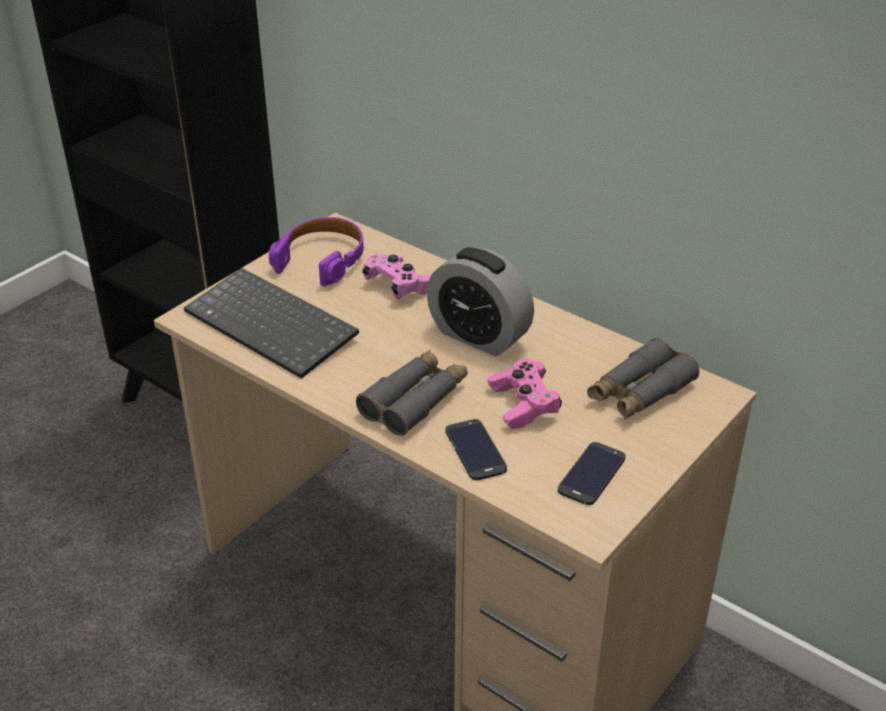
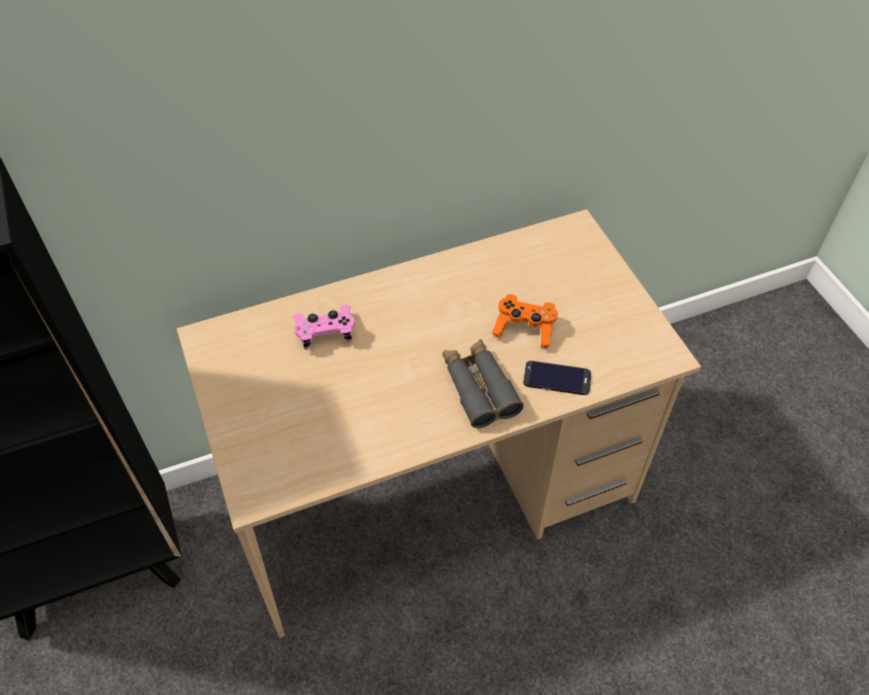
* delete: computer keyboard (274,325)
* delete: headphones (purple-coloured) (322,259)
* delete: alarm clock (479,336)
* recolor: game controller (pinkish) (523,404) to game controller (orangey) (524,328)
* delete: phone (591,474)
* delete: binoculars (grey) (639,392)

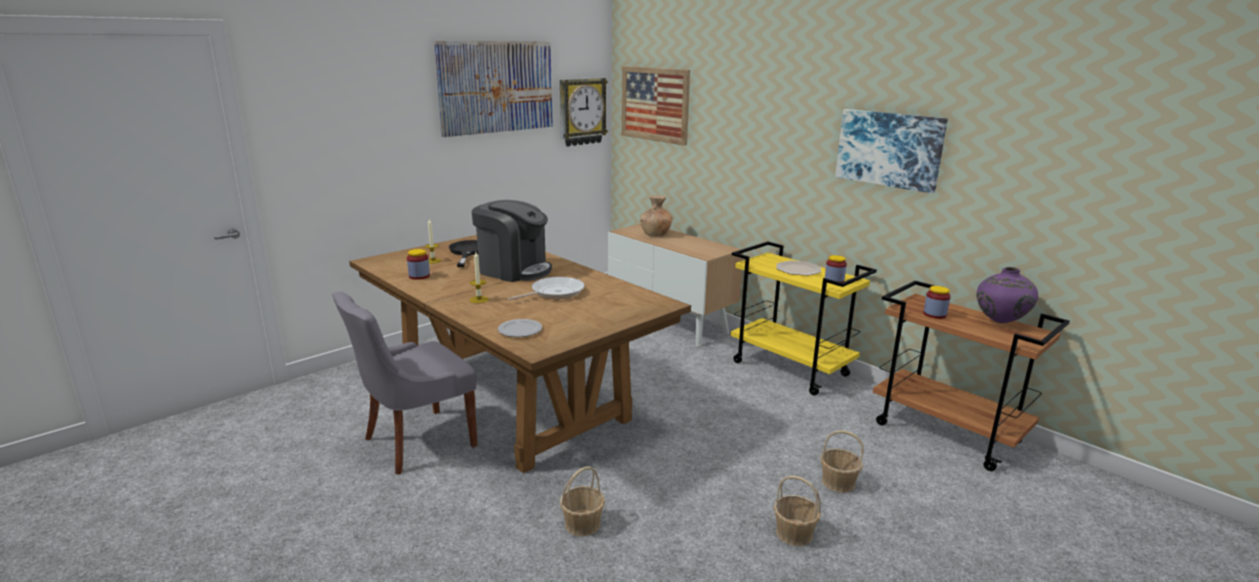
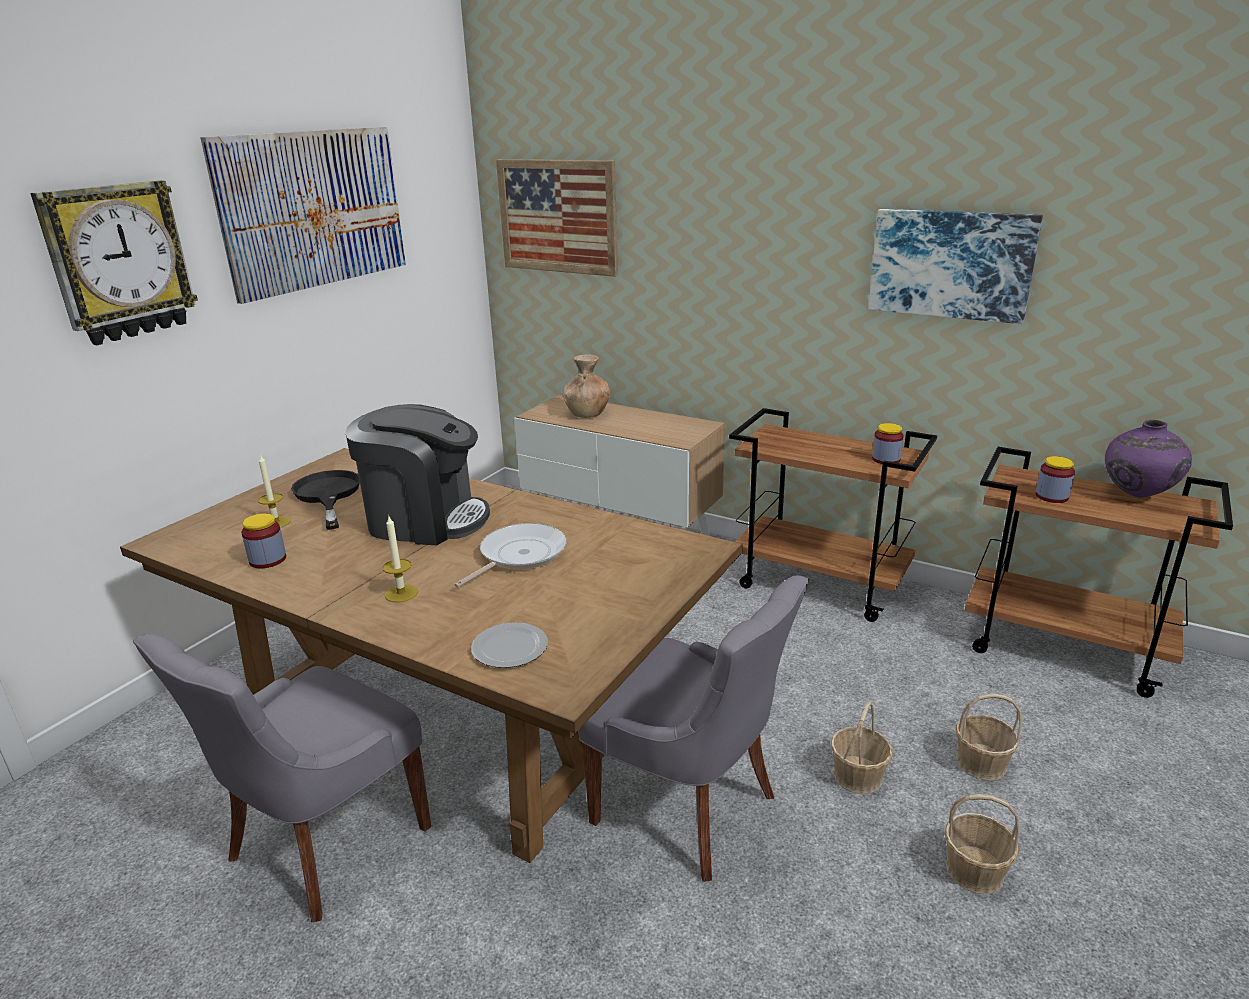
* move: hanging clock (582,111) to (119,262)
* move: basket (583,524) to (858,776)
* recolor: trolley (yellow) (791,369) to trolley (brownish) (821,584)
* delete: dinner plate (798,269)
* insert: plain chair (grey) (689,809)

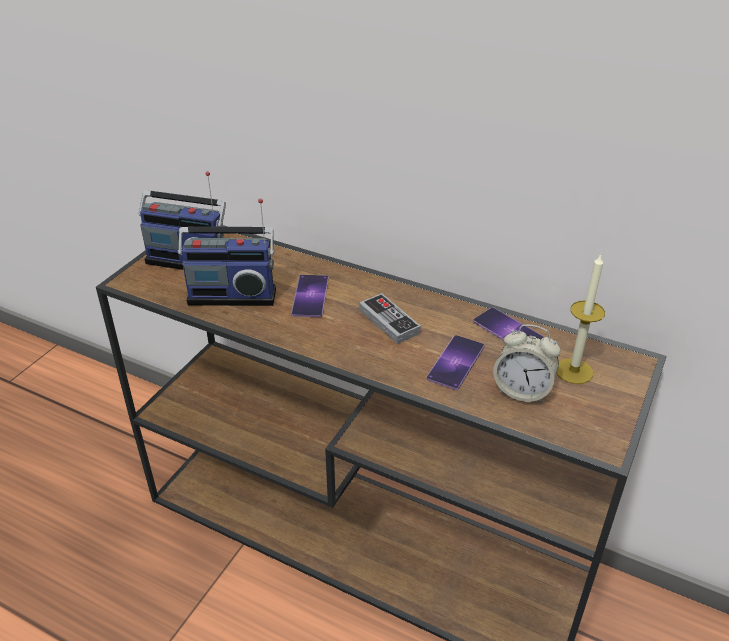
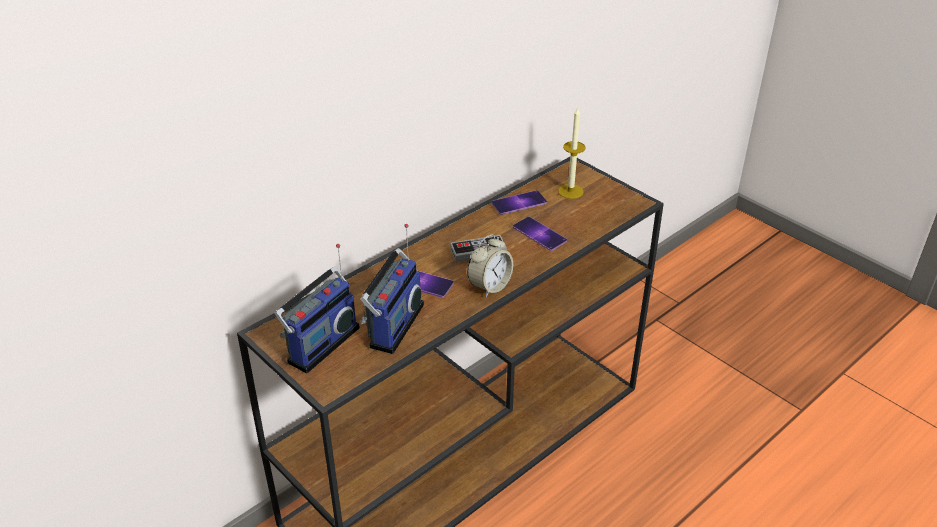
* move: alarm clock (522,391) to (490,286)

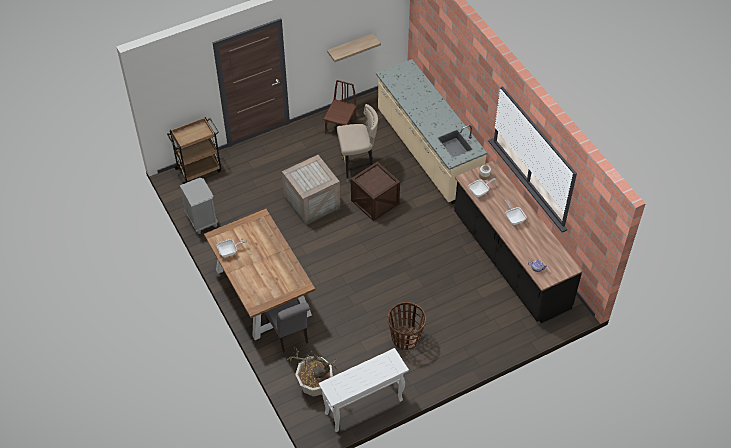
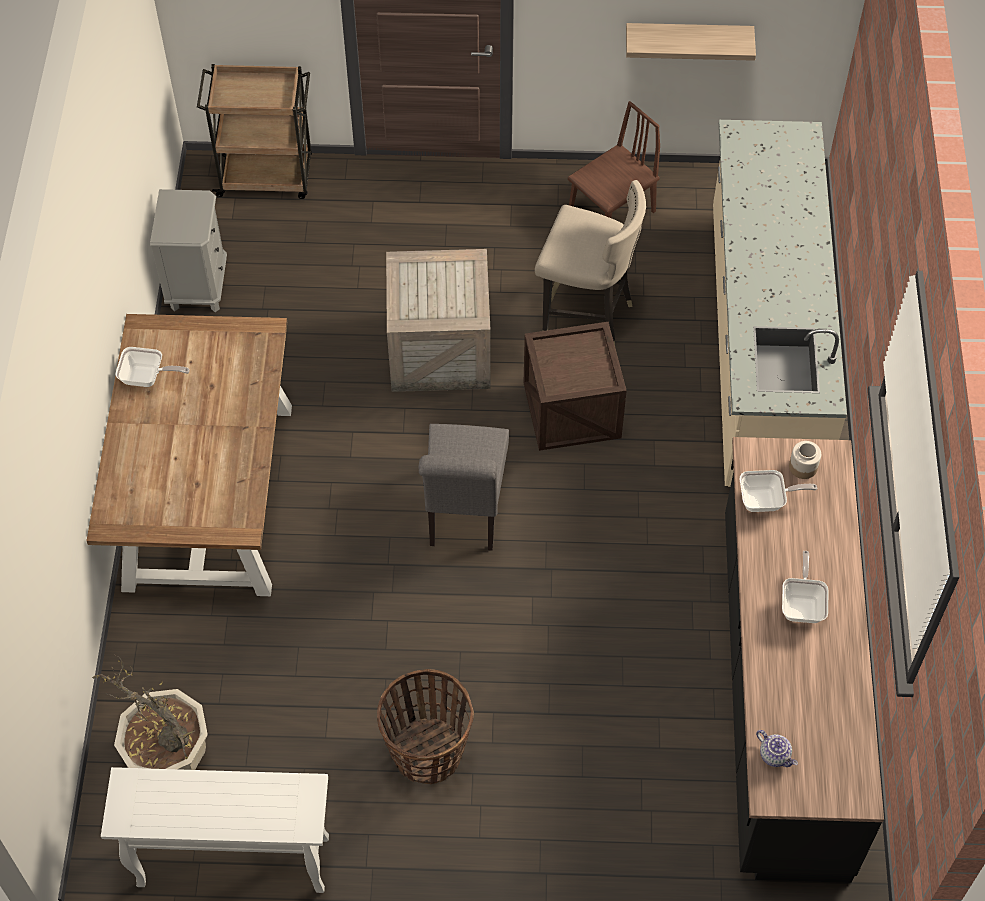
* move: plain chair (grey) (289,334) to (464,514)

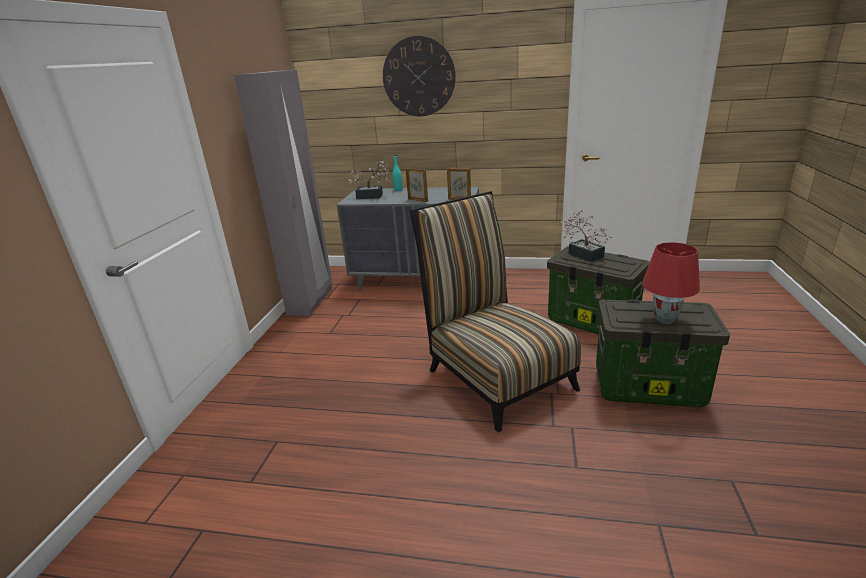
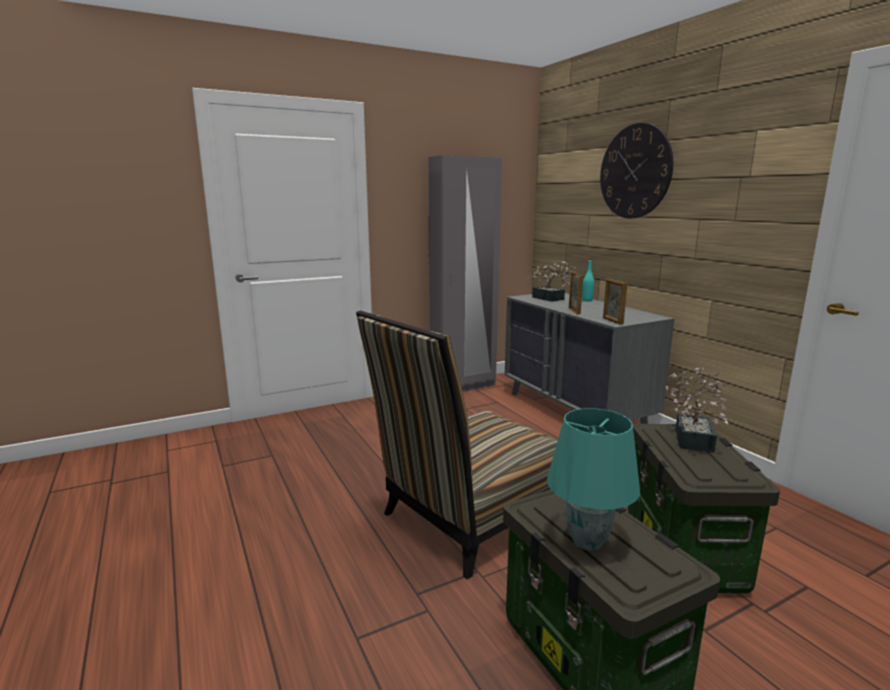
* rotate: plain chair (495,374) = (468,519) 150 degrees counterclockwise
* recolor: tabletop lamp (red-coloured) (665,319) to tabletop lamp (turquoise) (588,542)

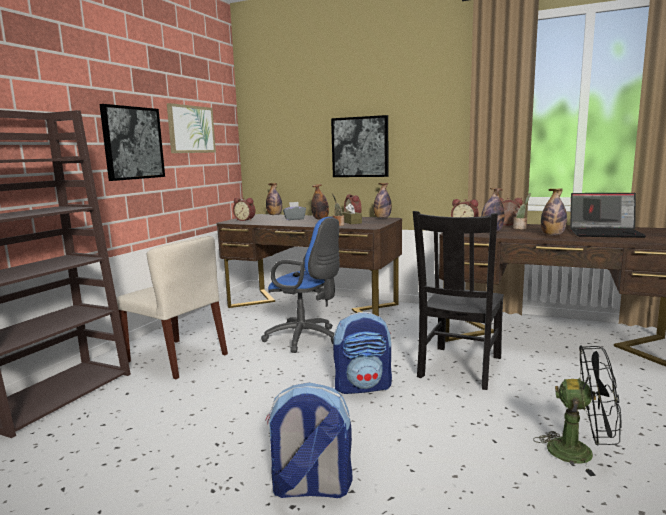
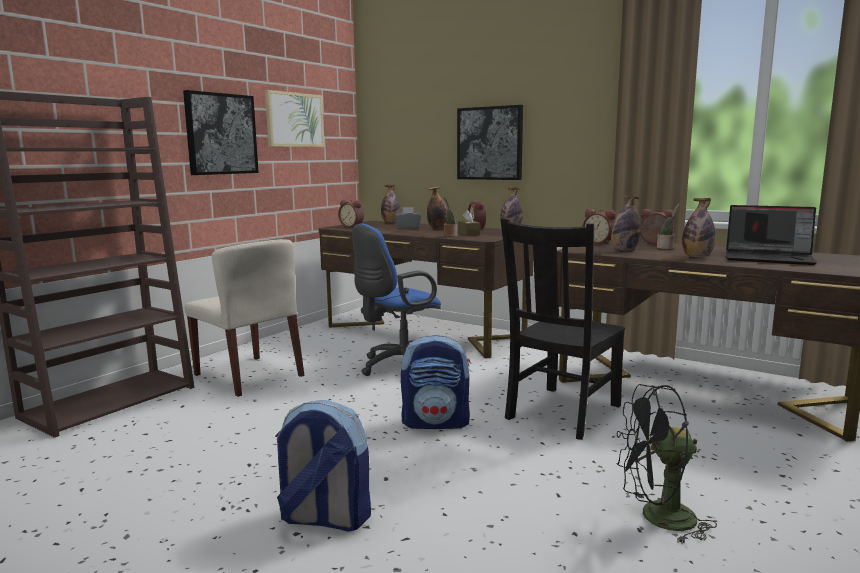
* rotate: computer chair (blue) (306,339) = (398,367) 105 degrees clockwise
* rotate: cooling fan (black) (580,452) = (657,518) 150 degrees clockwise

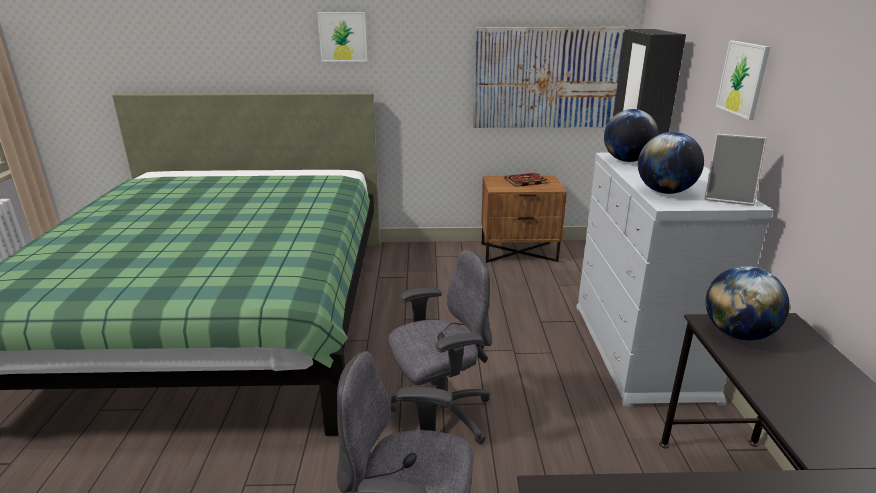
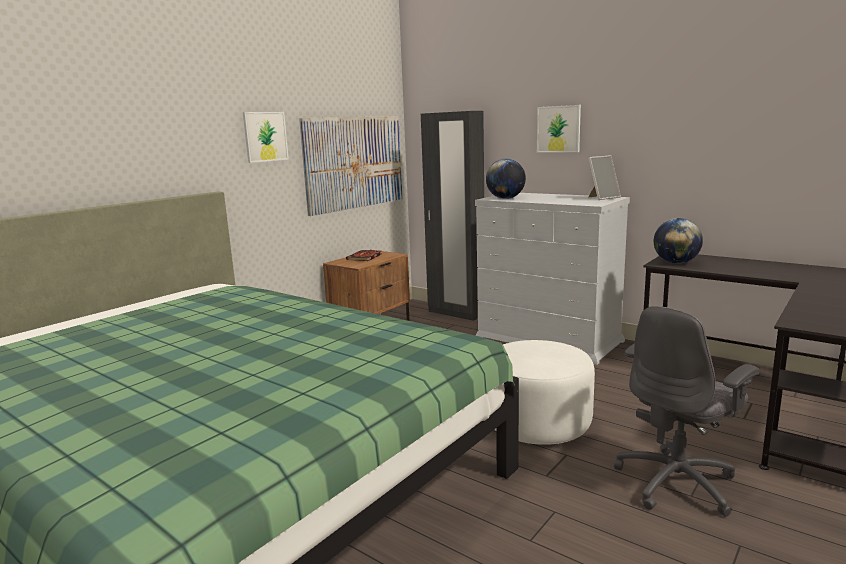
* move: wall art (343,37) to (265,136)
* replace: computer chair (grey) (440,415) to pouffe (whitish) (538,423)
* delete: globe (665,192)

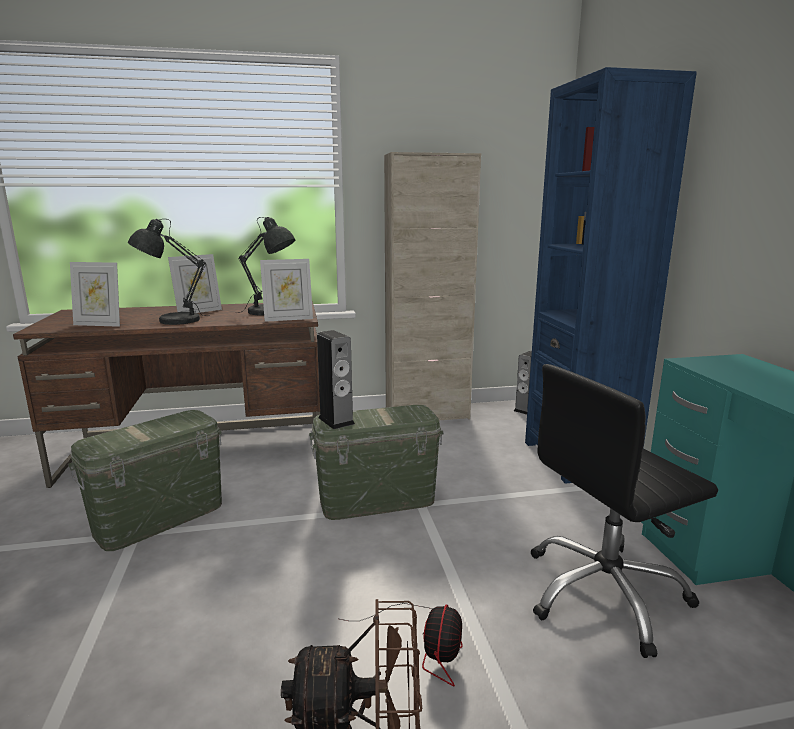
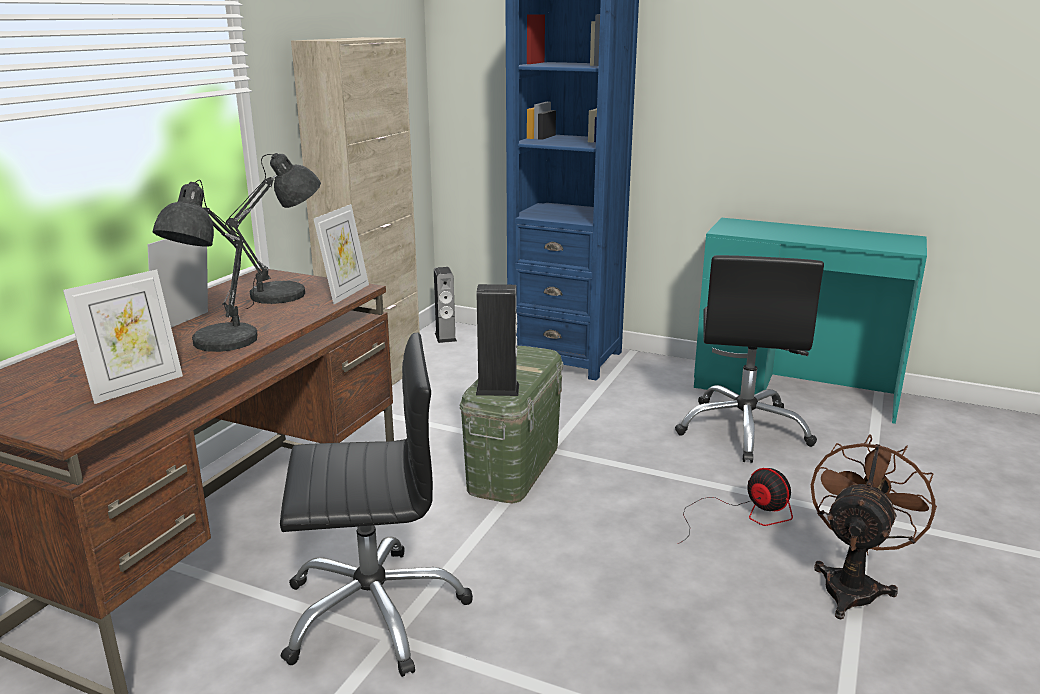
* replace: storage container (green-coloured) (159,518) to computer chair (black) (373,611)
* rotate: picture frame (198,311) = (186,324) 150 degrees counterclockwise

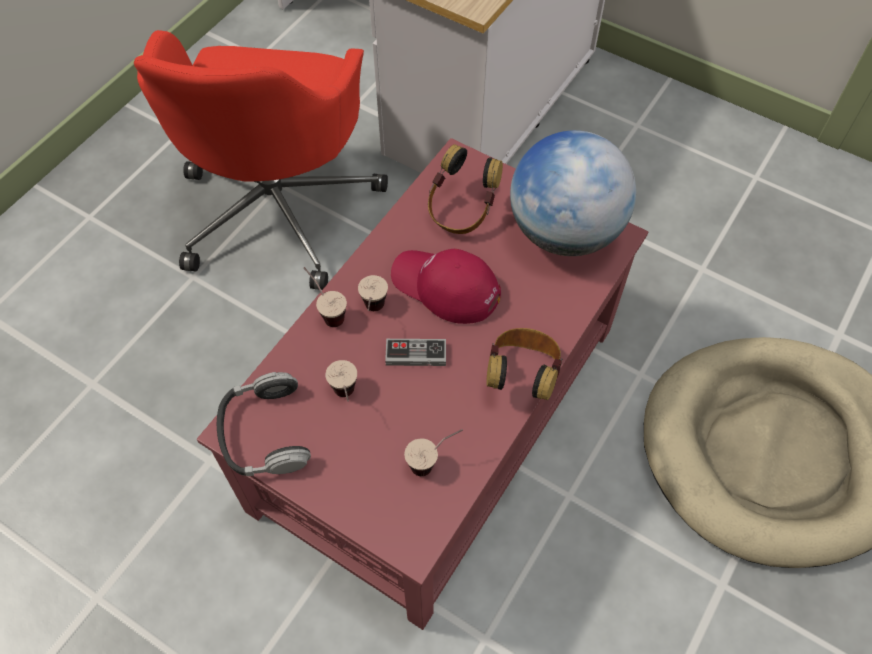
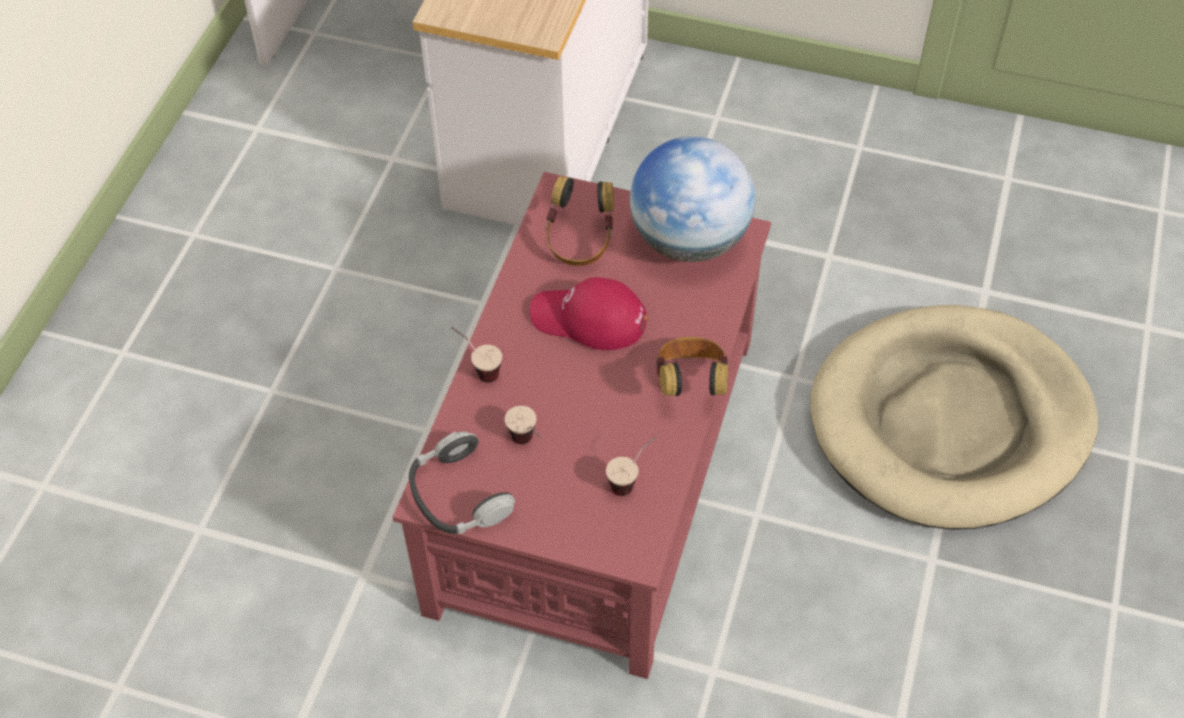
* delete: computer chair (red-coloured) (279,207)
* delete: small cup (373,313)
* delete: game controller (416,354)

